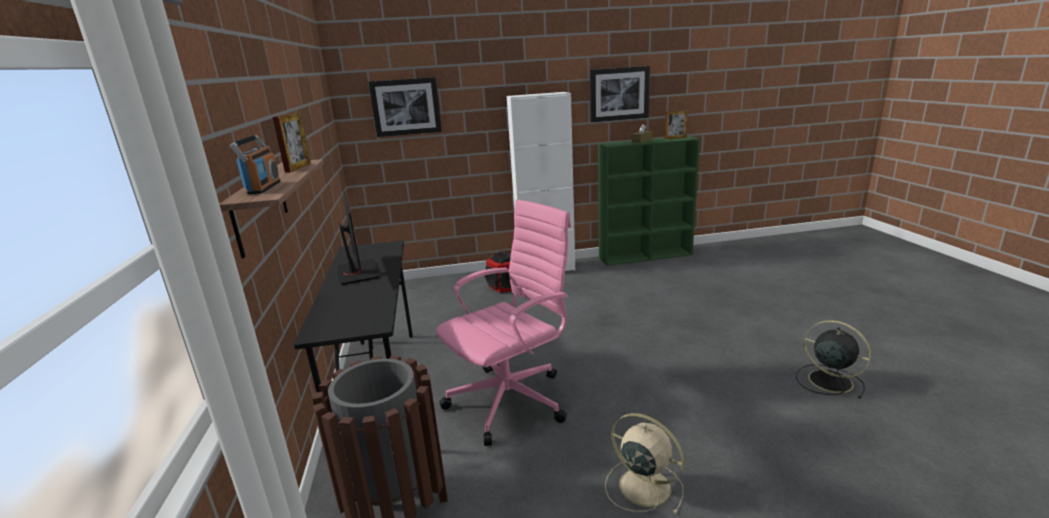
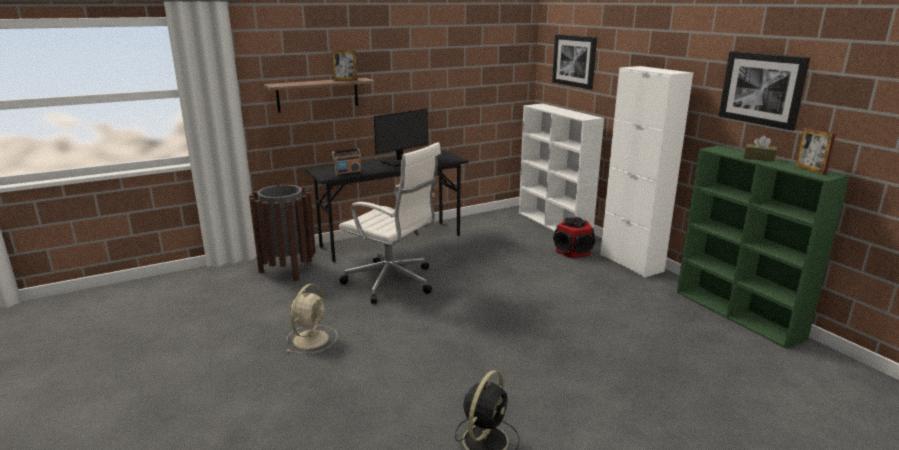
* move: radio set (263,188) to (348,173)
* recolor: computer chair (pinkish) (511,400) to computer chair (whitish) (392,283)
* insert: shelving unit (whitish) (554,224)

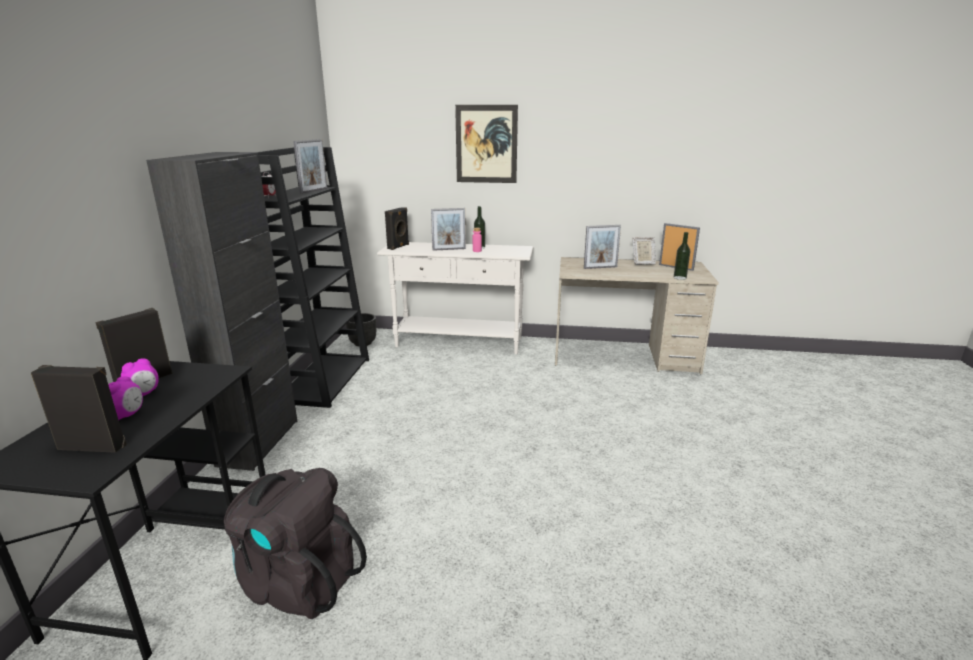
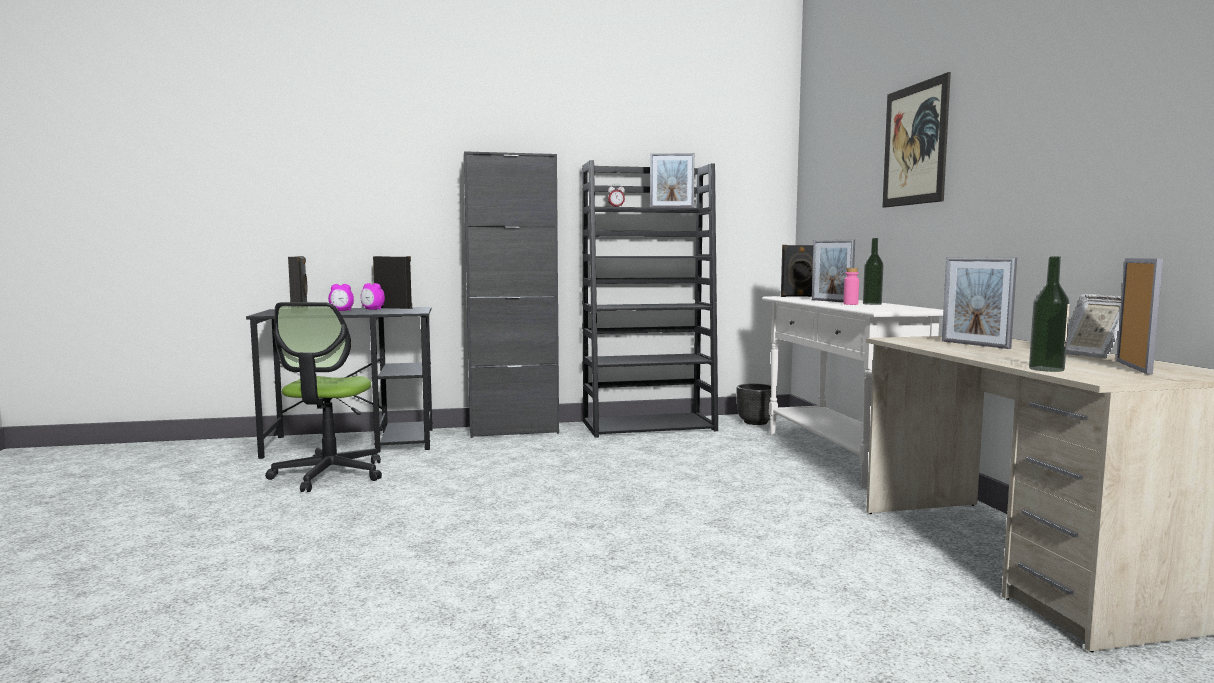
* replace: backpack (black) (298,582) to computer chair (329,475)

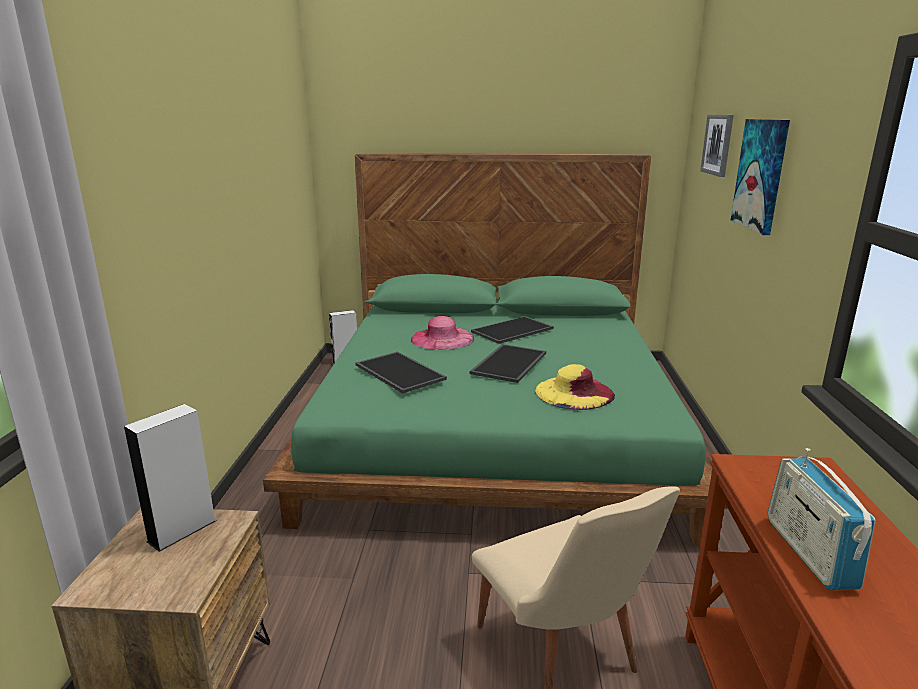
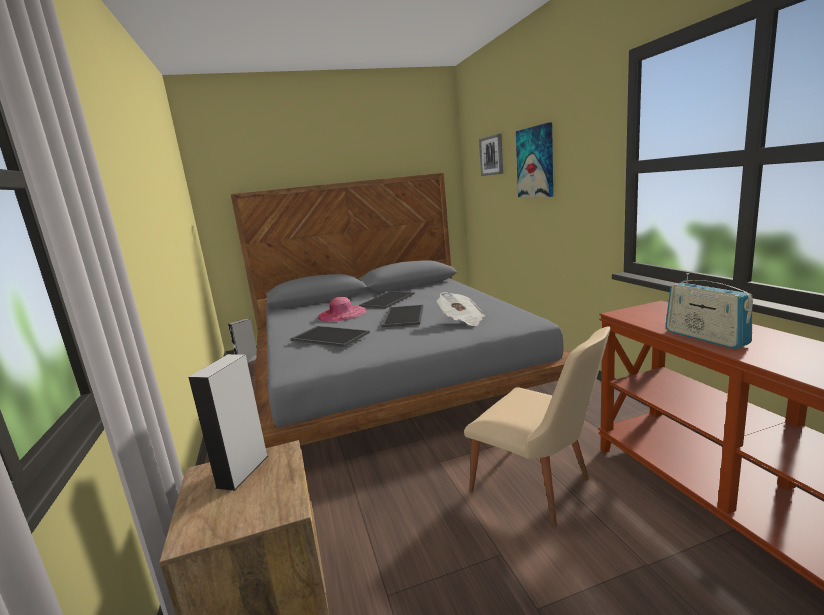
* recolor: bed (green-coloured) (494,425) to bed (grey) (391,371)
* replace: wearable hat (yellow) (574,392) to printed paper (462,321)

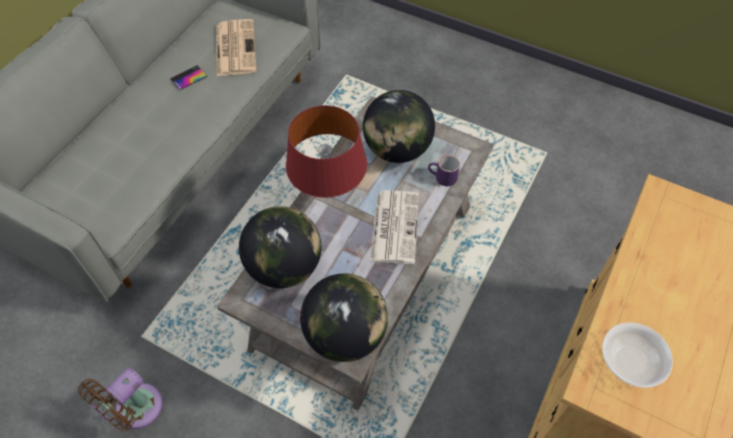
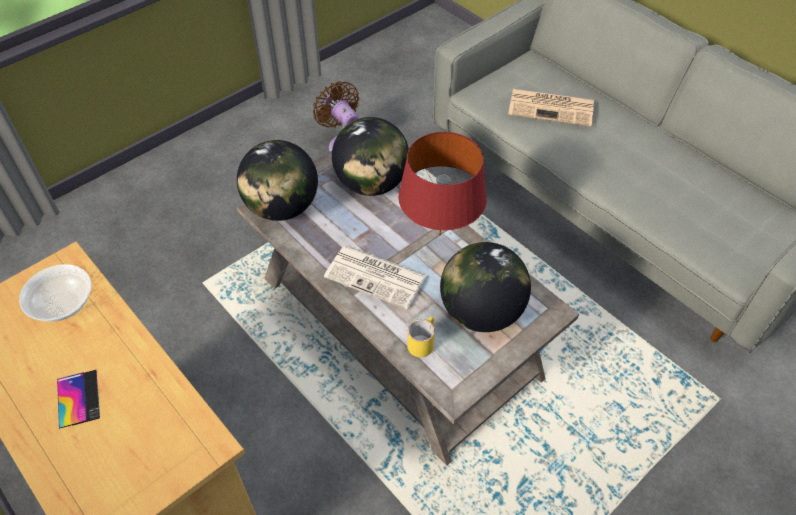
* move: phone (188,77) to (78,398)
* move: printed paper (235,47) to (552,107)
* recolor: coffee mug (purple-coloured) (442,178) to coffee mug (yellow) (422,341)

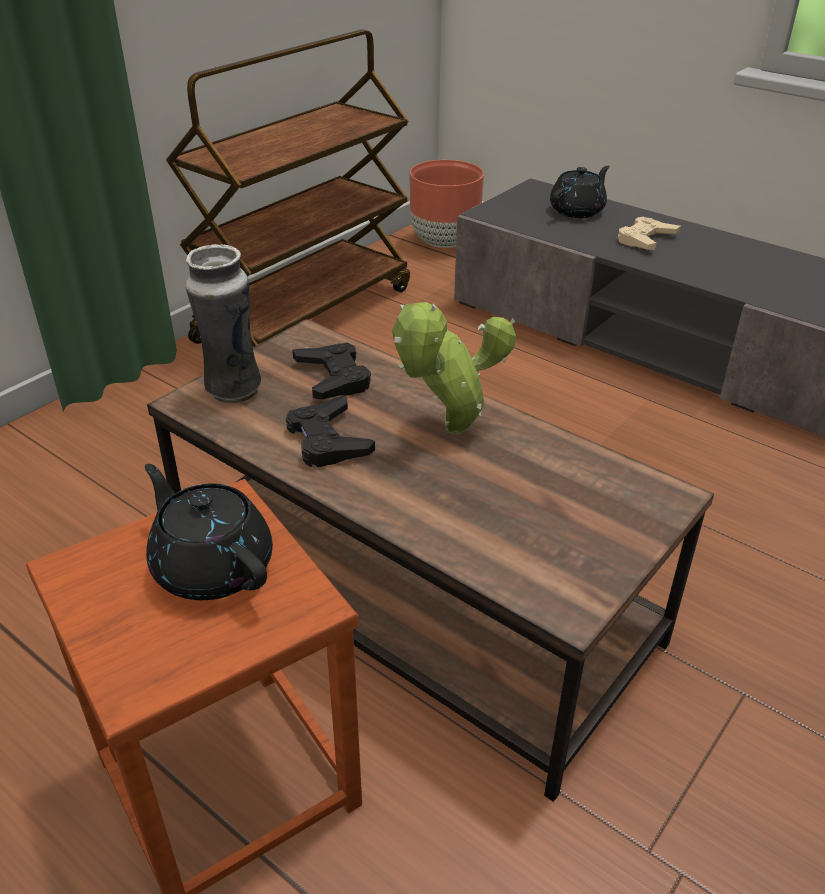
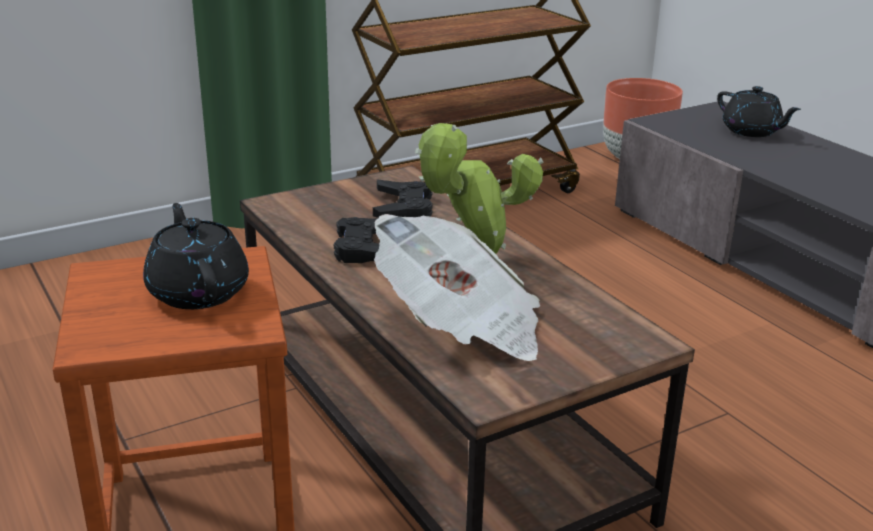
* delete: vase (232,391)
* rotate: teapot (black) (577,210) = (751,131) 75 degrees clockwise
* delete: game controller (beige) (646,239)
* insert: printed paper (461,327)

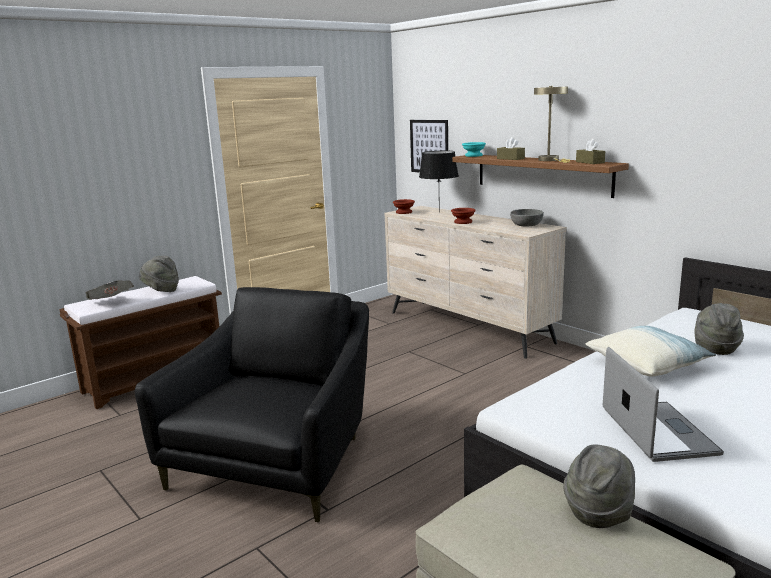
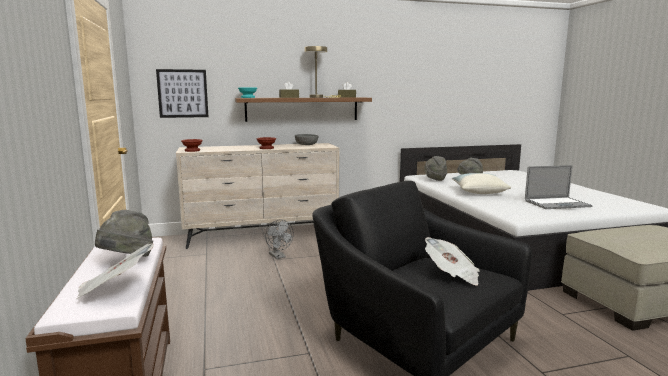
* delete: tabletop lamp (black) (439,212)
* move: wearable hat (grey) (598,511) to (435,179)
* rotate: portable computer (658,431) = (557,204) 150 degrees clockwise
* insert: cooling fan (grey) (279,256)
* insert: printed paper (452,275)

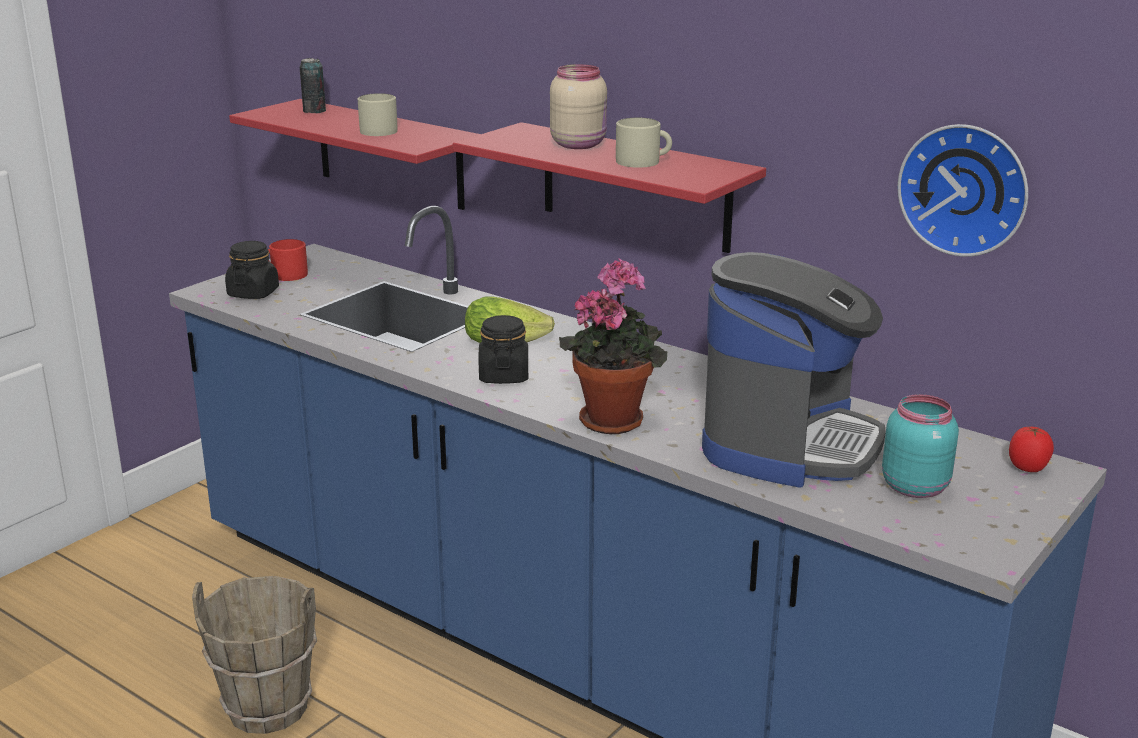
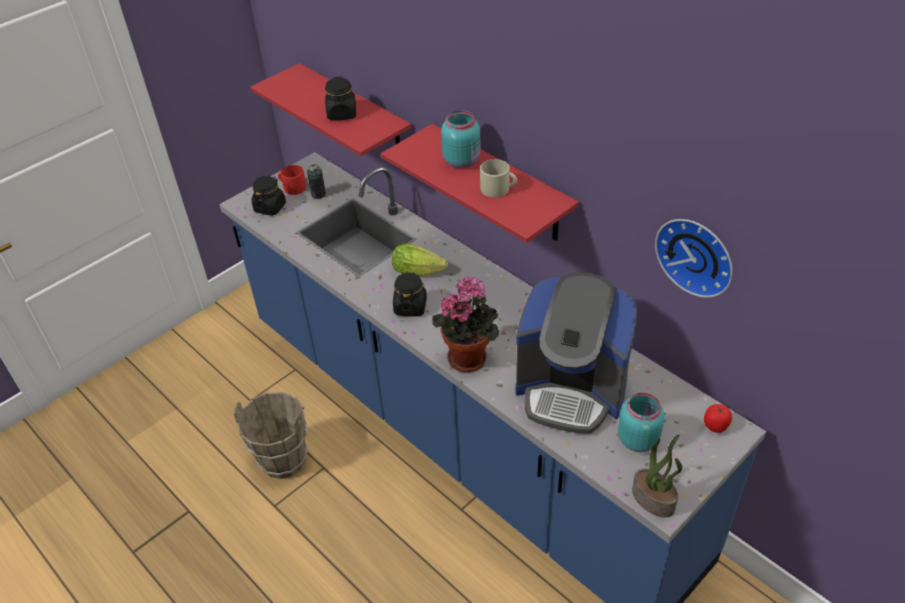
* move: sealed can (314,111) to (318,194)
* replace: coffee mug (beige) (378,130) to jar (black) (342,114)
* recolor: jar (beige) (579,144) to jar (turquoise) (462,160)
* rotate: coffee brewer (789,443) = (571,389) 75 degrees clockwise
* insert: potted plant (654,499)

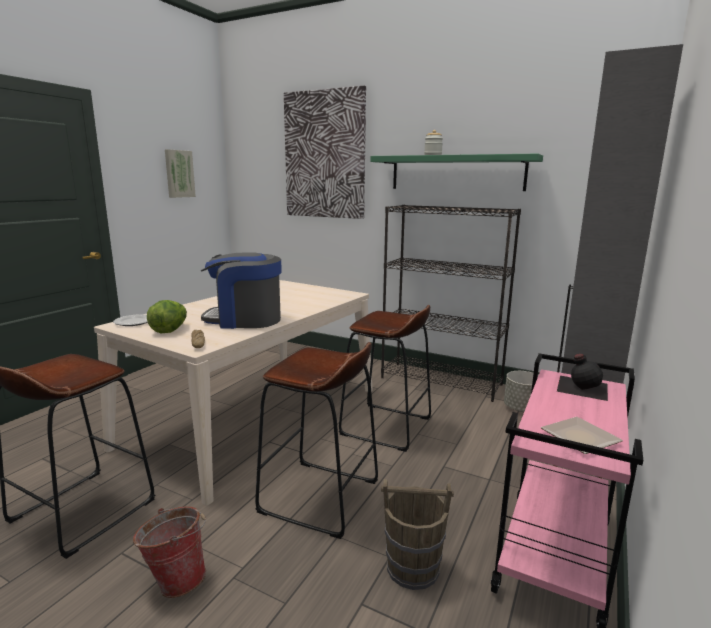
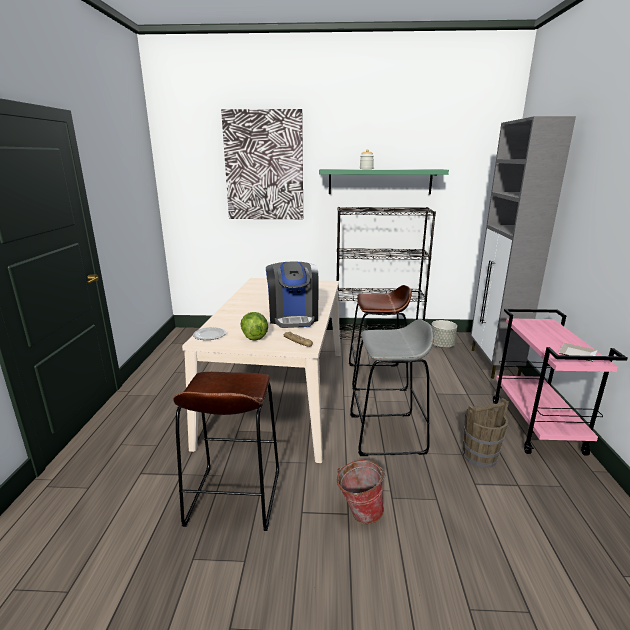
* delete: wall art (179,174)
* rotate: coffee brewer (245,320) = (293,317) 75 degrees counterclockwise
* recolor: stool seat (brownish) (319,497) to stool seat (grey) (387,434)
* delete: drink bottle (black) (581,387)

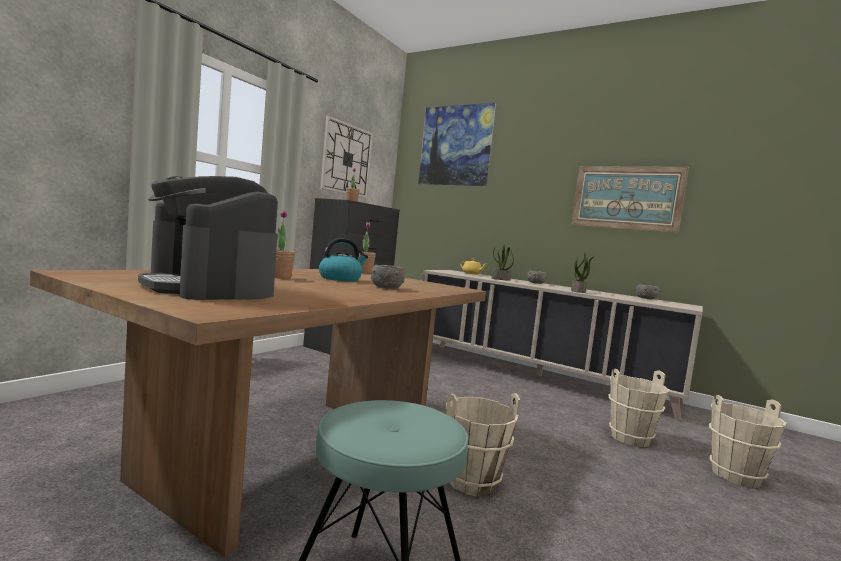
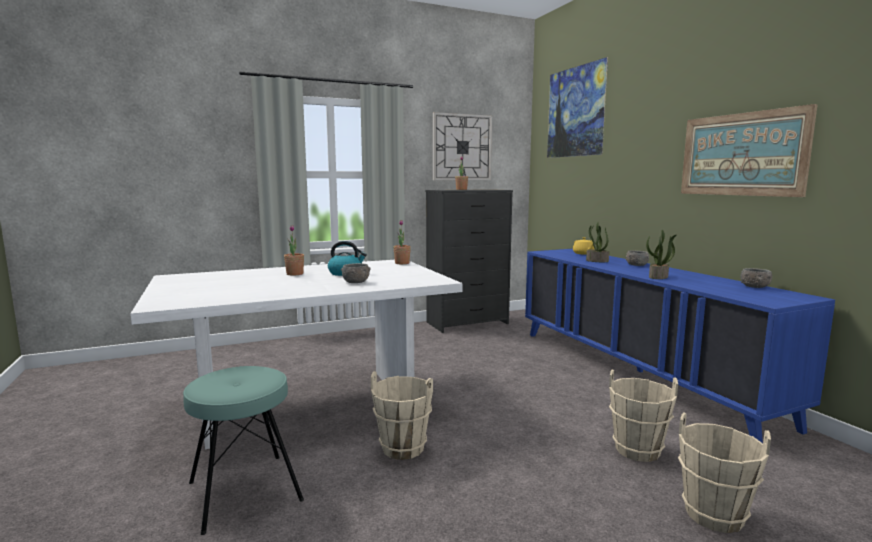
* recolor: kitchen table (brownish) (295,457) to kitchen table (whitish) (307,405)
* delete: coffee brewer (210,288)
* recolor: cupboard (beige) (537,376) to cupboard (blue) (635,372)

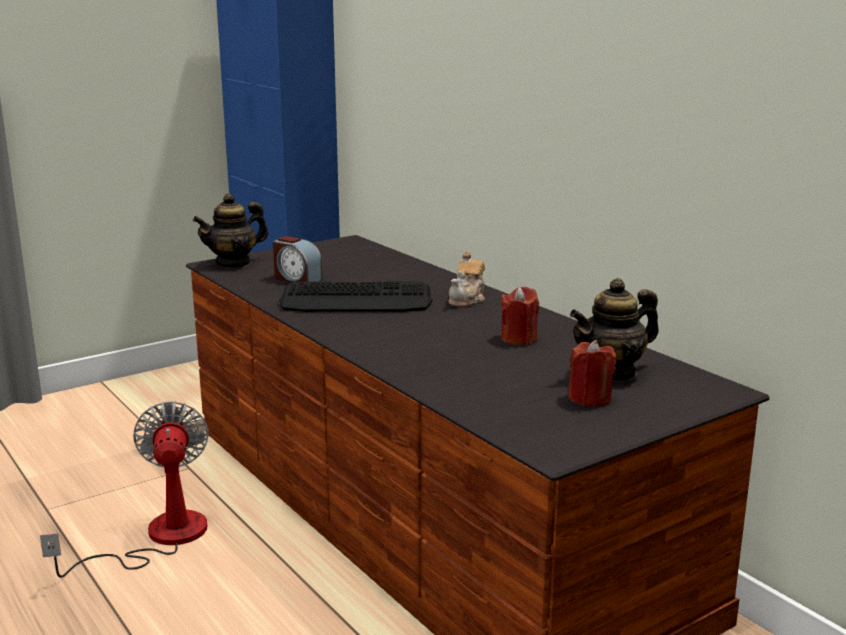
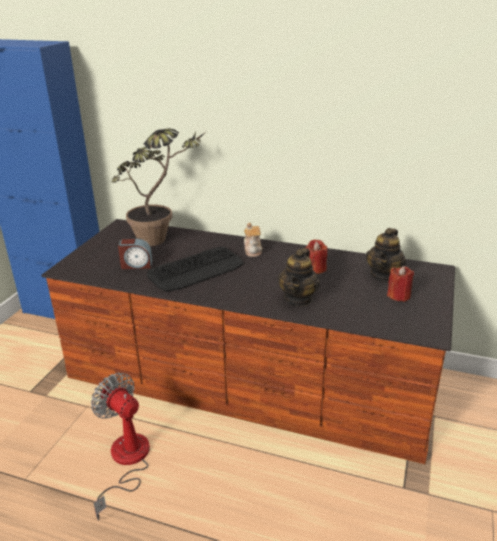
* move: teapot (233,263) to (298,299)
* insert: potted plant (162,240)

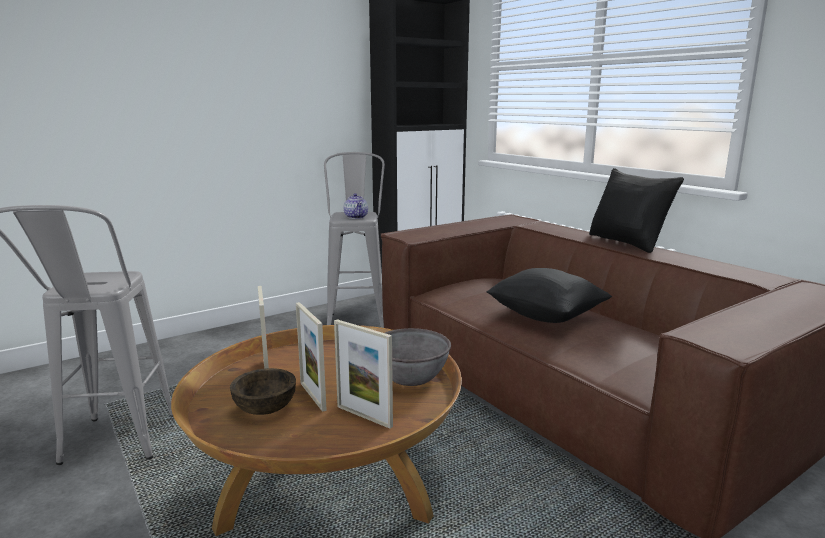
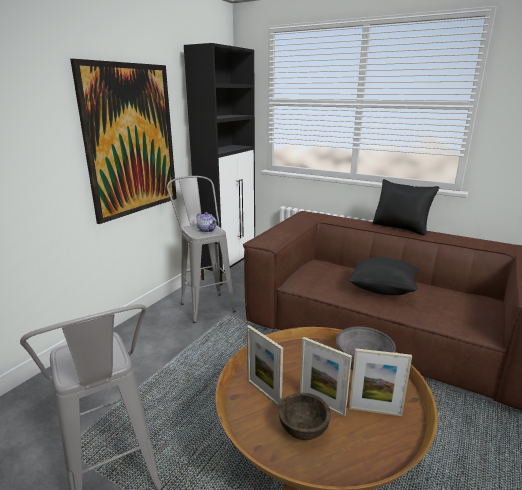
* insert: wall art (131,141)

